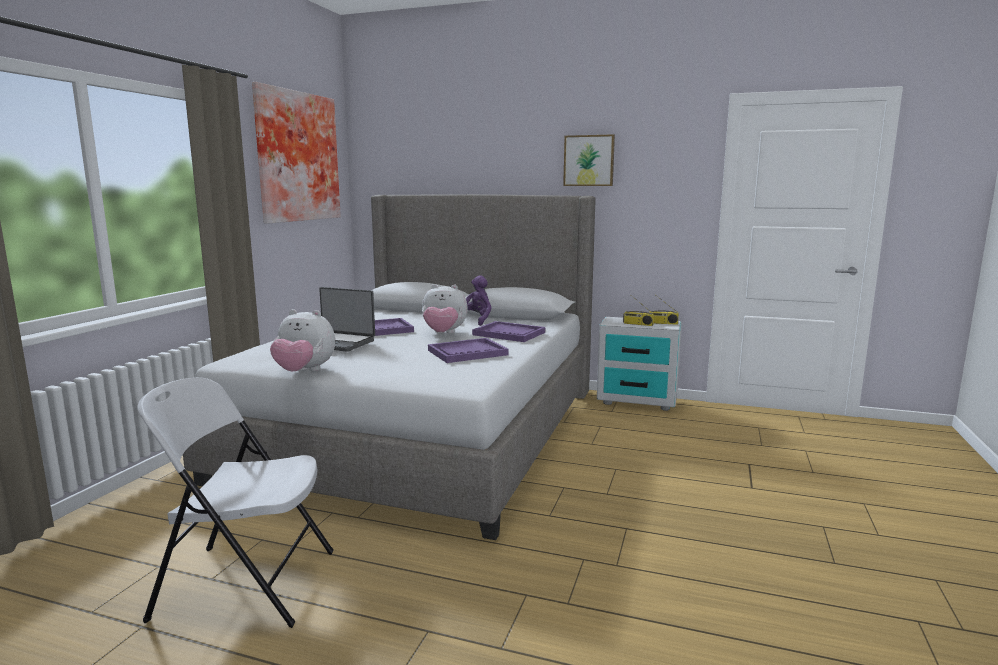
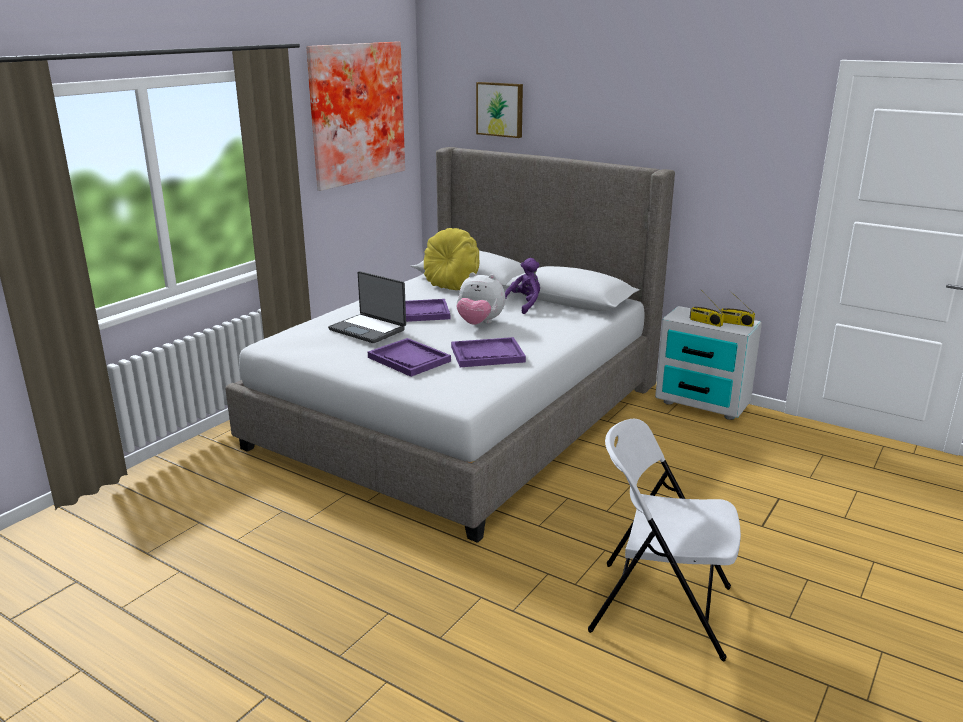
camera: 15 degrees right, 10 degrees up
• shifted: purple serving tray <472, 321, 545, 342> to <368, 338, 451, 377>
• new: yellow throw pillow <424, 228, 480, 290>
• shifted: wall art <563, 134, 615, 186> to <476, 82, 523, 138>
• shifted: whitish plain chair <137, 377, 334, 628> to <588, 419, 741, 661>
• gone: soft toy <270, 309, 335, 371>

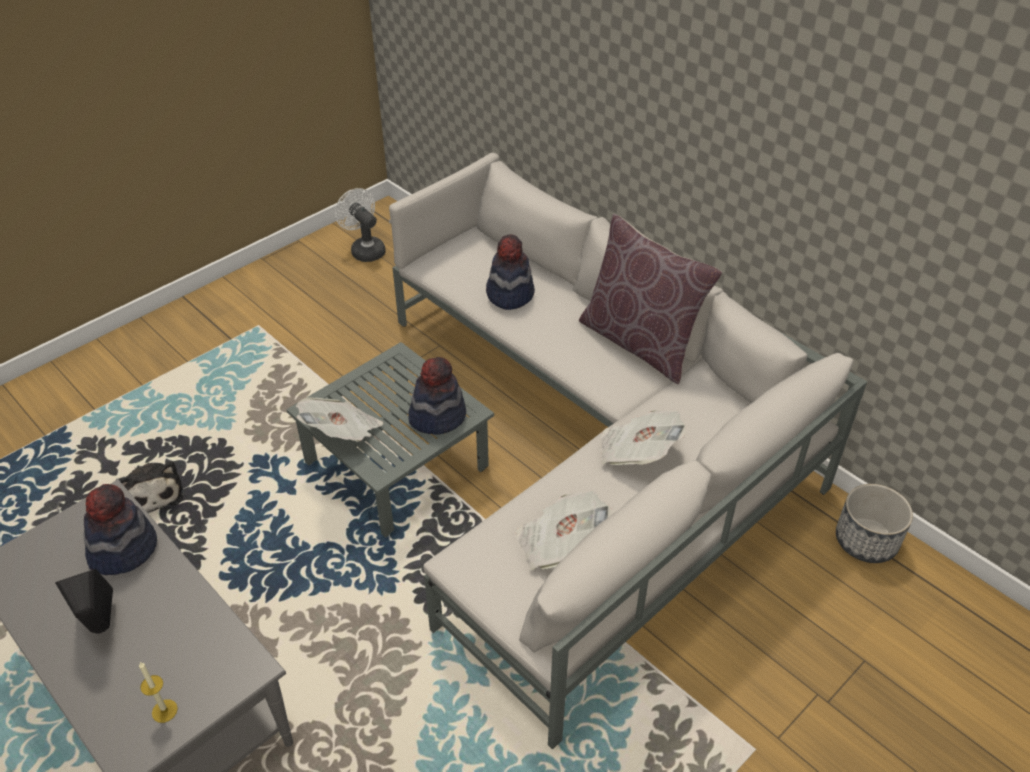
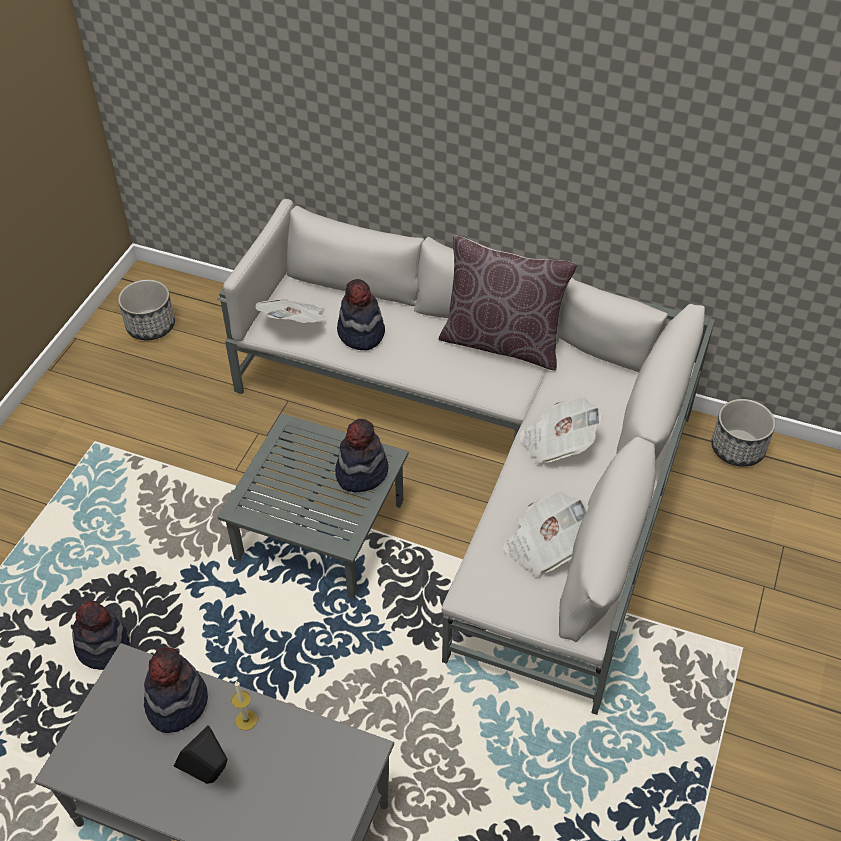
camera: 25 degrees left, 5 degrees up
• swapped: soft toy <115, 461, 184, 514> to hat <72, 601, 130, 670>
• swapped: whitish cooling fan <335, 188, 386, 262> to plant pot <118, 279, 175, 340>
• shifted: candle <139, 662, 178, 723> to <232, 681, 257, 730>
• shifted: printed paper <296, 397, 383, 442> to <256, 299, 325, 323>

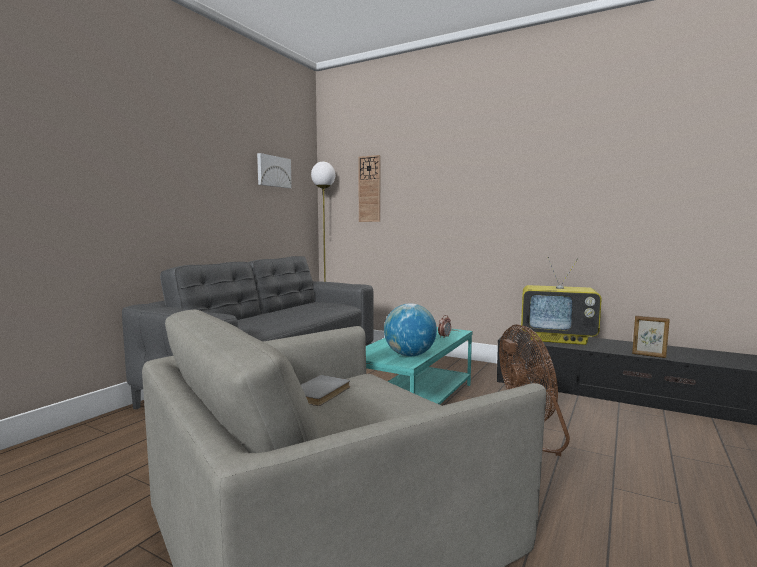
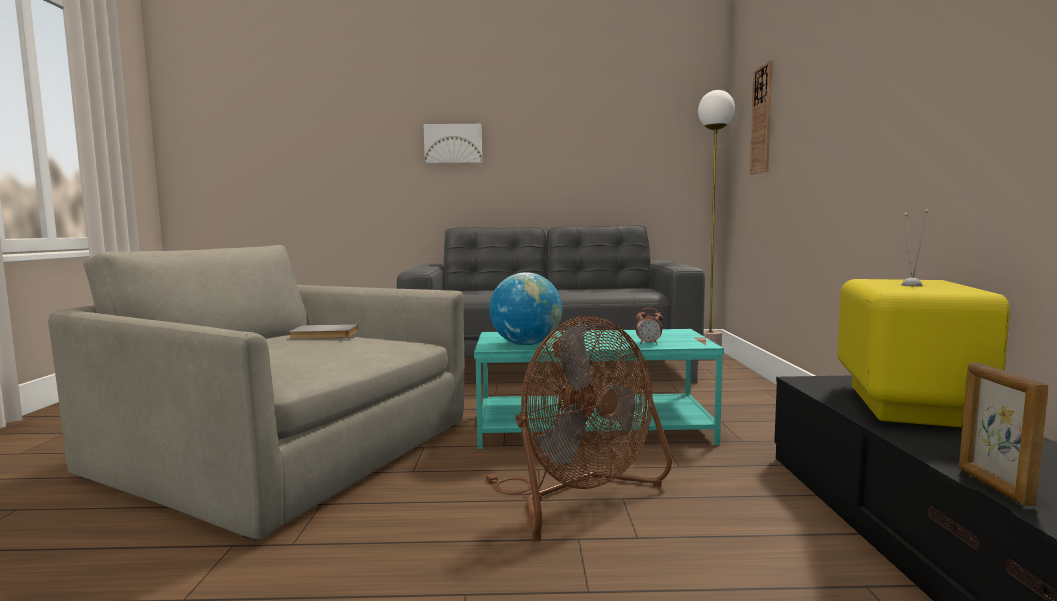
camera: 60 degrees right, 0 degrees up
• shifted: wall art <257, 153, 292, 188> to <423, 124, 482, 164>
• rotated: TV set <521, 257, 601, 345> = <837, 209, 1010, 427> 150 degrees counterclockwise

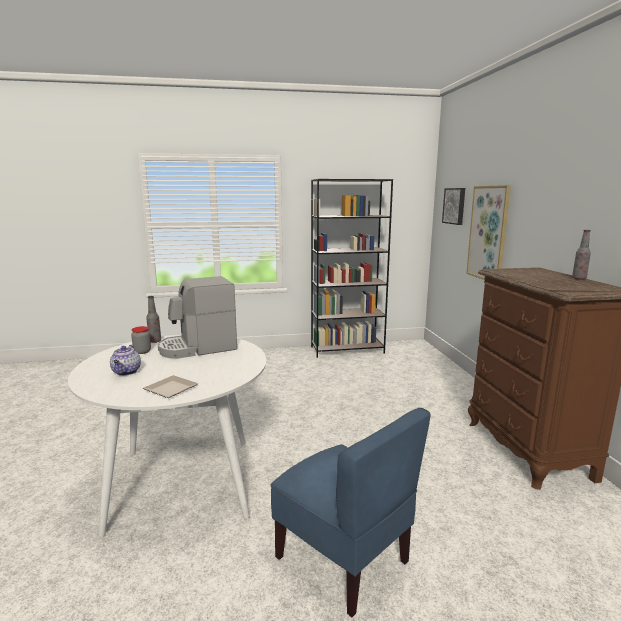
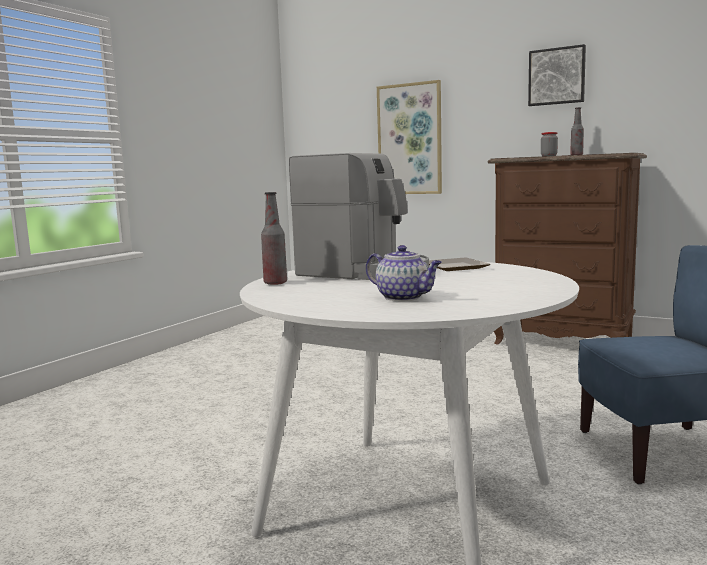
camera: 50 degrees left, 5 degrees down
• rotated: coffee maker <158, 276, 237, 359> = <289, 153, 429, 280> 75 degrees counterclockwise
• shifted: dinner plate <143, 375, 198, 398> to <429, 257, 490, 271>
• shifted: wall art <442, 188, 465, 225> to <528, 44, 586, 106>
• shifted: jar <131, 326, 151, 354> to <541, 132, 558, 156>
• gone: brownish bookcase <311, 179, 393, 358>

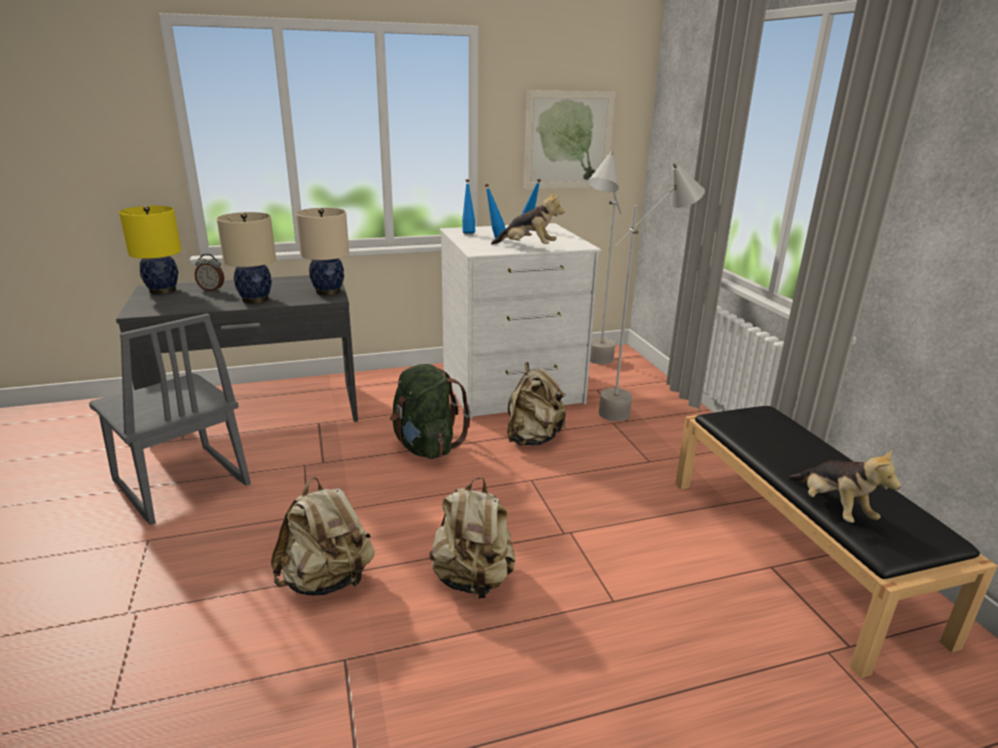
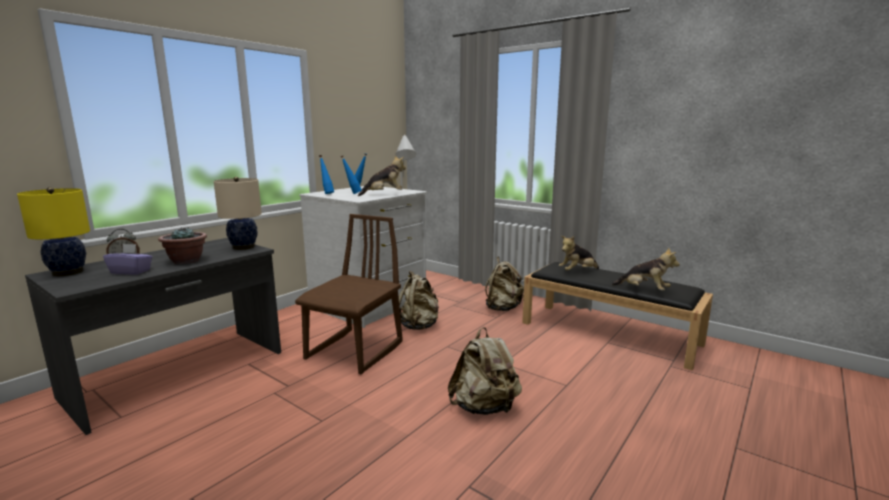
camera: 35 degrees left, 10 degrees down
• new: purple tissue holder <103, 244, 152, 275>
• swapped: beige-coloured lamp for a table <217, 212, 276, 304> to plant in a pot <158, 227, 207, 264>
• swapped: green-coloured rucksack <390, 364, 471, 459> to brownish plain chair <295, 214, 403, 375>
• shifted: beige-coloured rucksack <271, 477, 375, 596> to <485, 257, 524, 311>
• new: soft toy <559, 236, 599, 271>
• gone: greyish plain chair <89, 313, 251, 525>
• gone: wall art <524, 90, 615, 190>
• gone: greyish standard lamp <599, 163, 705, 421>

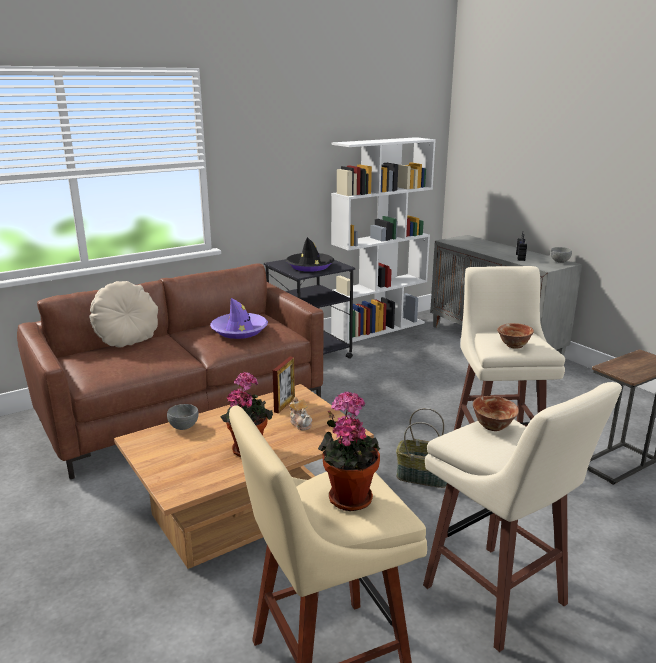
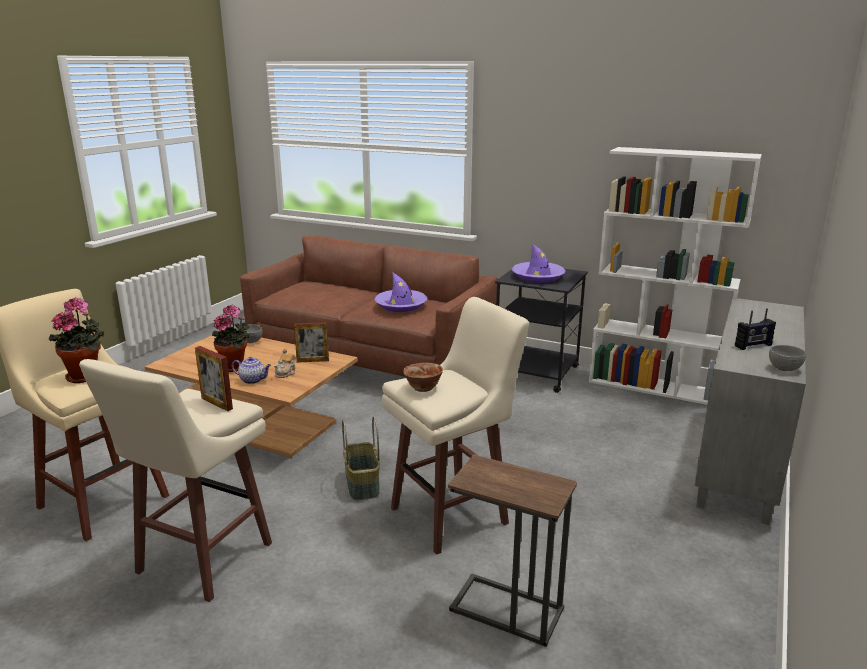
camera: 60 degrees right, 0 degrees up
• swapped: deep dish <473, 396, 519, 431> to standing frame <195, 346, 233, 411>
• new: teapot <232, 357, 271, 384>
• repainted: black hat <286, 237, 334, 272> to purple hat <512, 244, 566, 283>
• gone: beige-coloured throw pillow <89, 281, 158, 347>

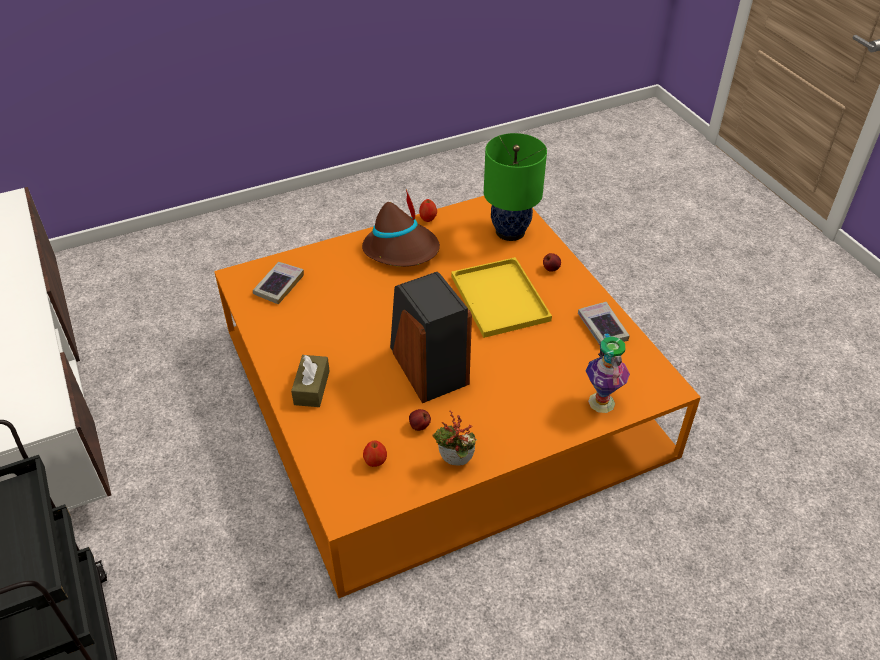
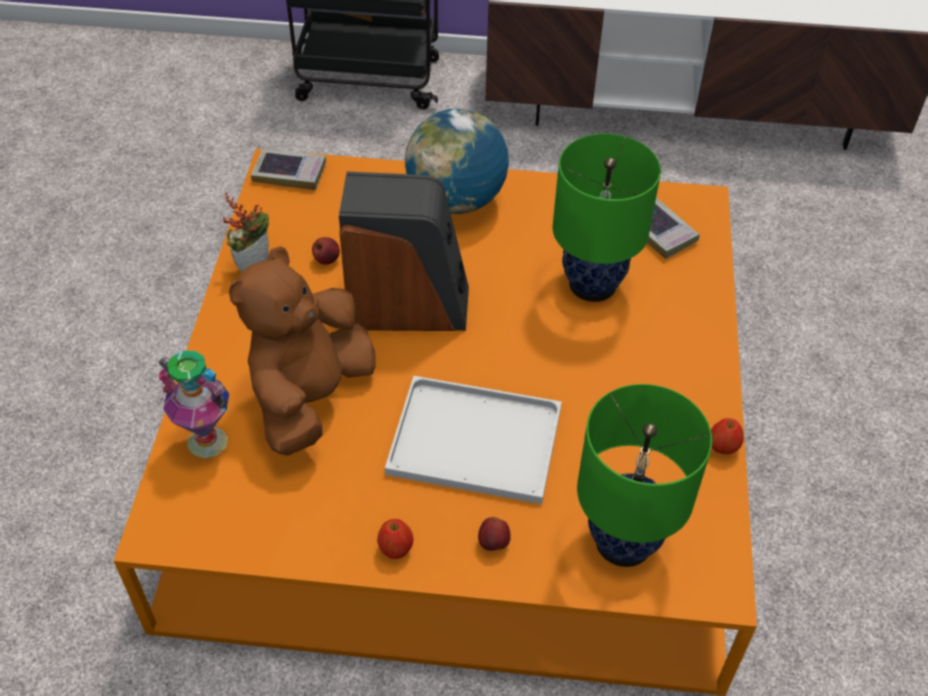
camera: 120 degrees right, 5 degrees up
• new: brownish soft toy <229, 246, 376, 456>
• shifted: bound book <578, 302, 630, 344> to <251, 148, 326, 190>
• shifted: apple fruit <363, 440, 387, 467> to <377, 519, 413, 559>
• repainted: yellow serving tray <451, 257, 552, 338> to whitish serving tray <385, 376, 562, 504>
• swapped: brownish tissue holder <291, 355, 330, 407> to globe <405, 109, 509, 214>
• new: green-coloured lamp for a table <553, 134, 661, 302>
• gone: brownish hat <362, 189, 440, 267>

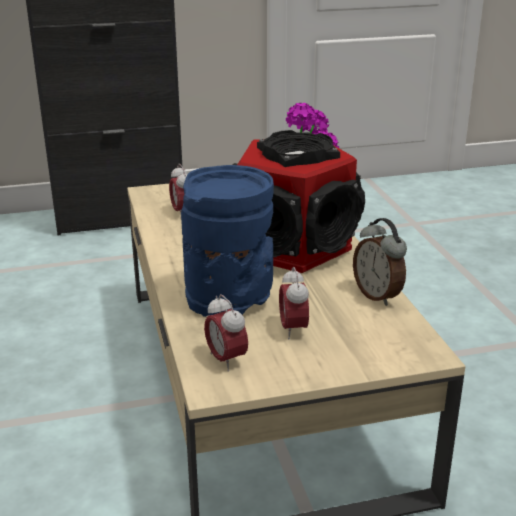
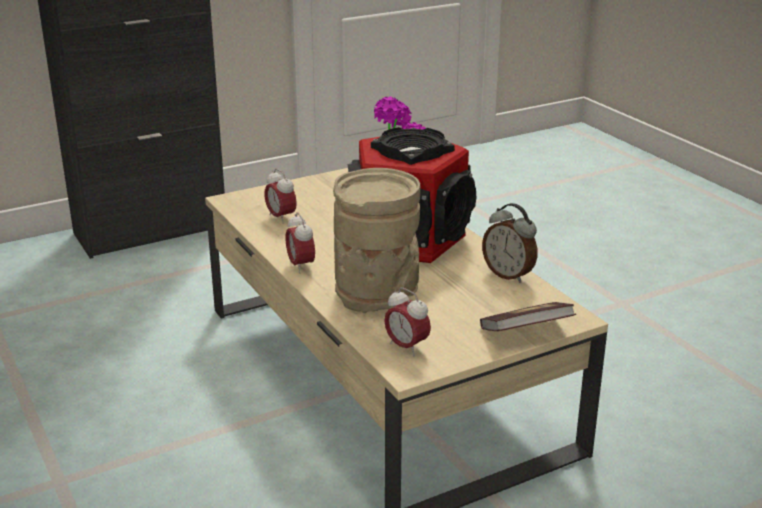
camera: 15 degrees left, 0 degrees up
• shifted: alarm clock <279, 267, 309, 339> to <285, 212, 315, 274>
• repainted: bluish flower vase <181, 165, 274, 317> to beige-coloured flower vase <333, 168, 420, 313>
• new: bound book <480, 302, 576, 331>

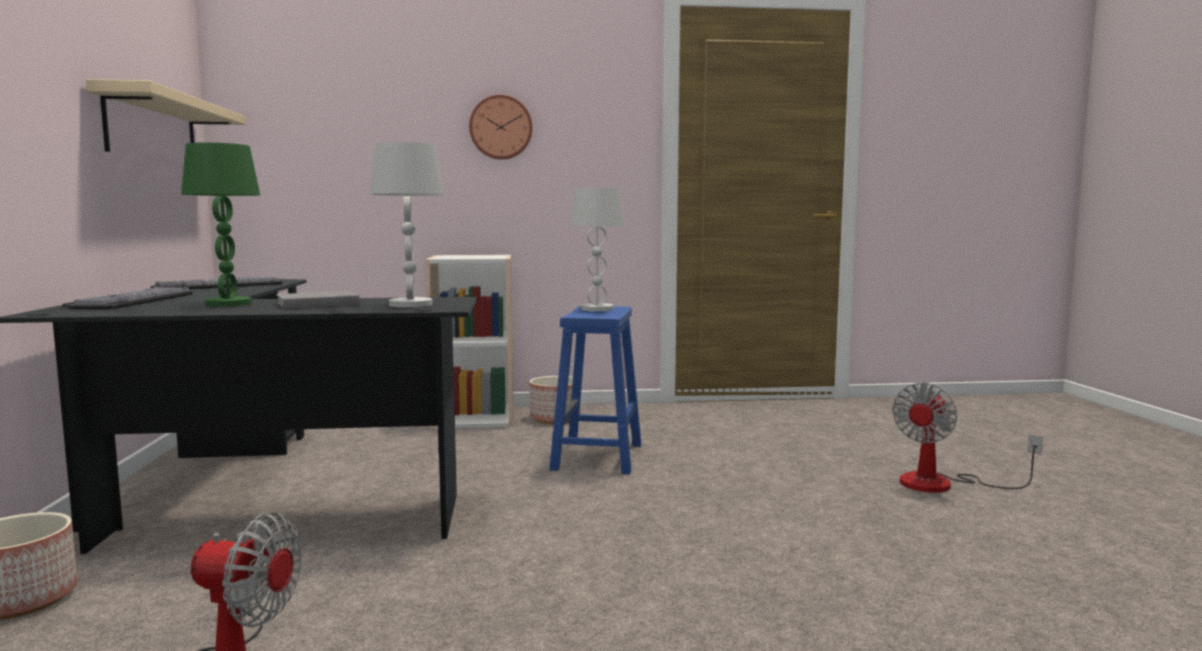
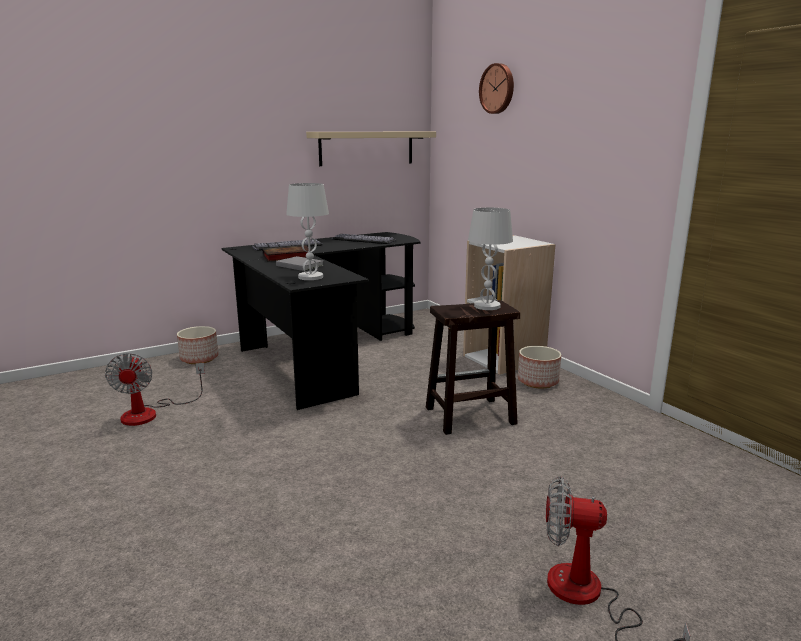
camera: 65 degrees right, 10 degrees up
• swapped: green-coloured lamp for a table <181, 143, 260, 307> to bound book <263, 245, 308, 262>
• repainted: bluish stool seat <549, 306, 641, 474> to brownish stool seat <426, 300, 520, 435>
• shifted: wall clock <469, 95, 532, 160> to <479, 63, 514, 114>

